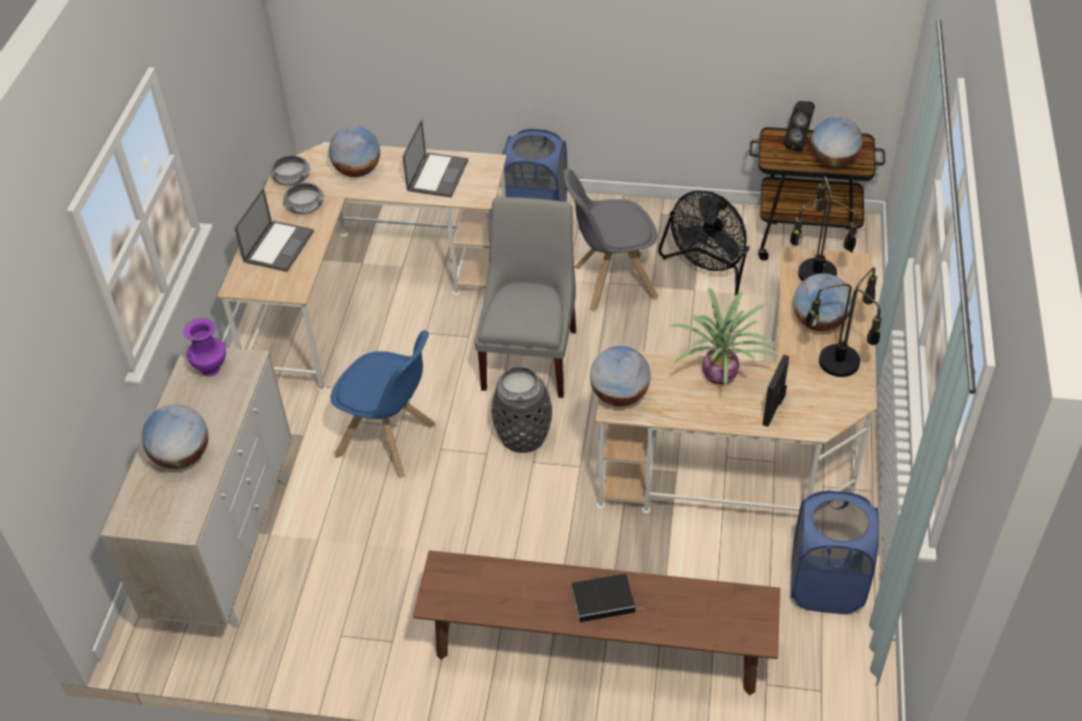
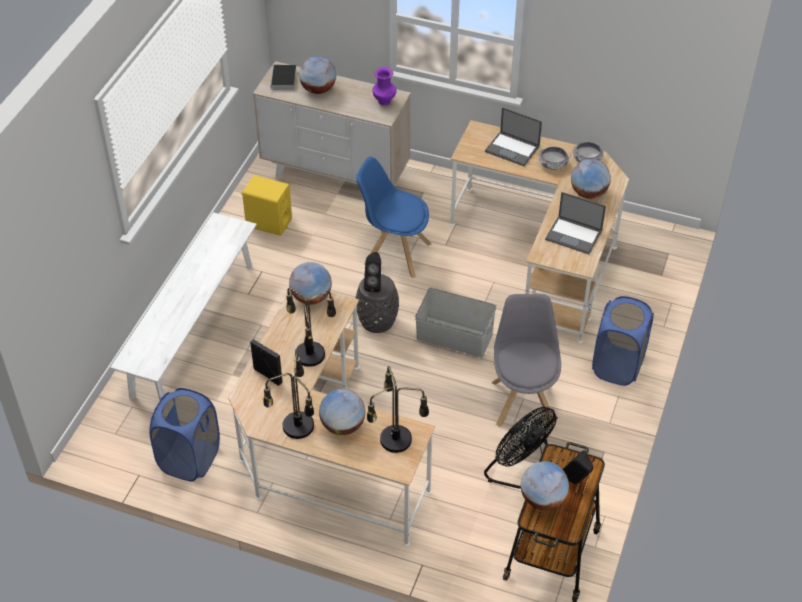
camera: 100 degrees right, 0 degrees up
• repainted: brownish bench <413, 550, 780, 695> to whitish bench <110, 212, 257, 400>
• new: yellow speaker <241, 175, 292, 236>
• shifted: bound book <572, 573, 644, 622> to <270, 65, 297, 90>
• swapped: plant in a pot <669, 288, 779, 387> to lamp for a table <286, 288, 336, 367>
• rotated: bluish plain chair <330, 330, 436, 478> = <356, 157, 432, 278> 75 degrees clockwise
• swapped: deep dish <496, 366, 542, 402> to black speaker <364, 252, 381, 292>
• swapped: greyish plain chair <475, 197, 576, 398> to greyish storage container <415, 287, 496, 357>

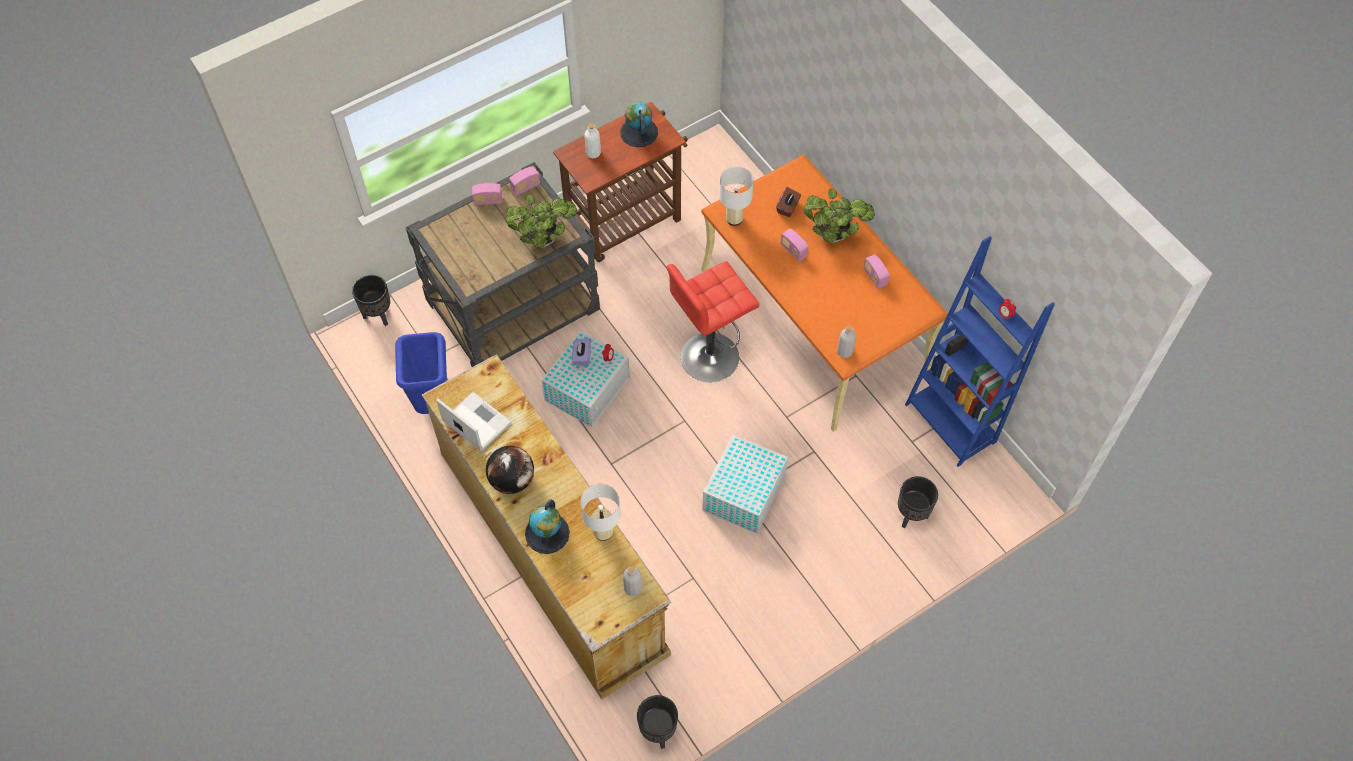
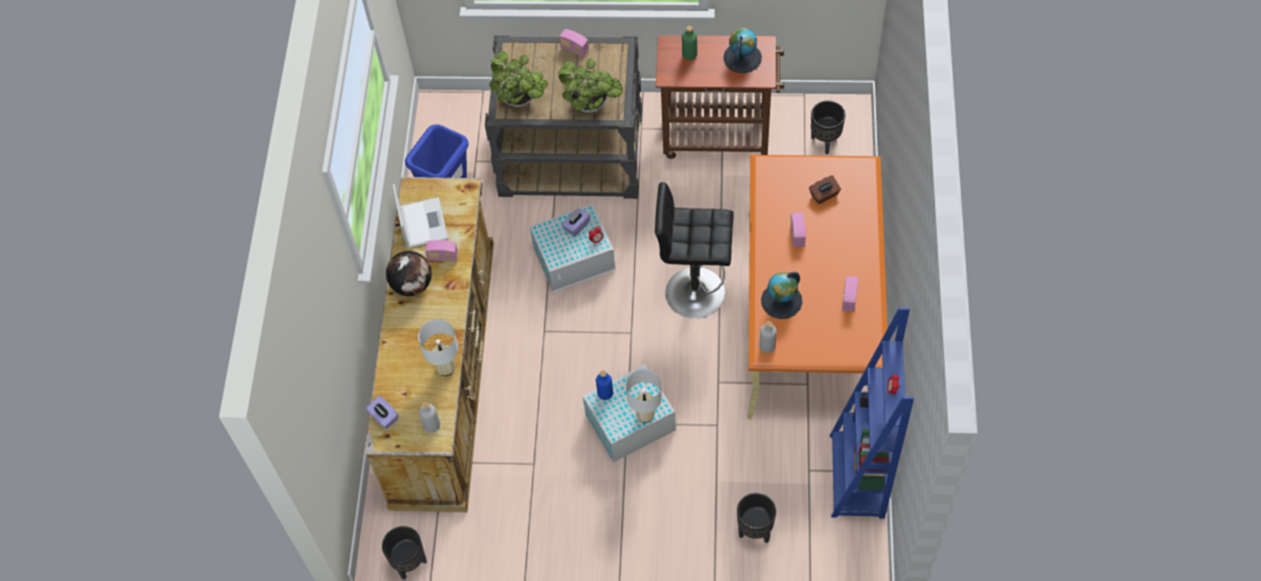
camera: 40 degrees right, 0 degrees up
• new: purple tissue holder <366, 395, 398, 429>
• shifted: radio <509, 166, 540, 196> to <425, 240, 458, 261>
• shifted: plant in a pot <804, 189, 875, 242> to <489, 51, 548, 107>
• new: bluish beverage bottle <596, 370, 613, 400>
• shifted: whitish lamp for a table <719, 167, 754, 226> to <626, 369, 662, 423>
• repainted: reddish stool seat <666, 261, 759, 382> to black stool seat <655, 182, 733, 319>
• repainted: whitish beverage bottle <584, 123, 601, 159> to green-coloured beverage bottle <682, 26, 697, 60>
• shifted: globe <525, 499, 570, 554> to <761, 271, 803, 319>
• shifted: black plant pot <352, 275, 390, 326> to <811, 101, 845, 154>

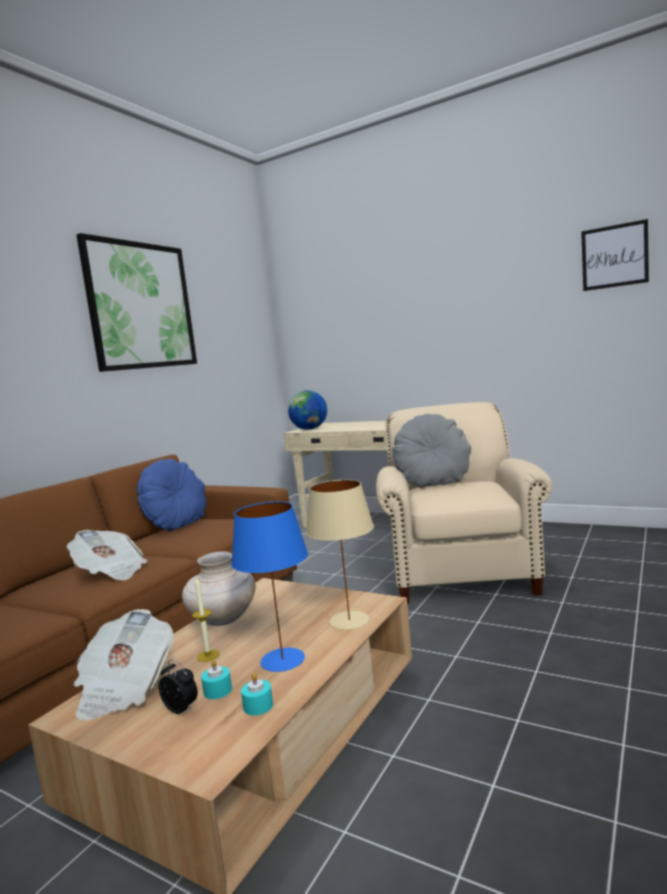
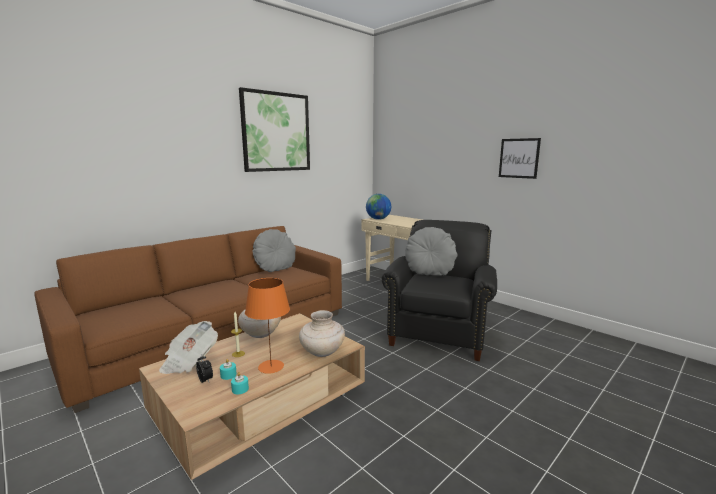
camera: 15 degrees right, 5 degrees up
• repainted: bluish lamp for a table <231, 502, 308, 672> to orangey lamp for a table <245, 278, 290, 374>
• repainted: bluish throw pillow <137, 459, 206, 531> to greyish throw pillow <252, 229, 296, 272>
• swapped: beige-coloured lamp for a table <306, 480, 374, 630> to beige-coloured flower vase <299, 310, 345, 357>
• repainted: beige-coloured armchair <376, 402, 552, 604> to black armchair <382, 220, 497, 361>
• shifted: wall art <581, 219, 649, 291> to <499, 138, 541, 179>
• gone: printed paper <67, 530, 147, 580>

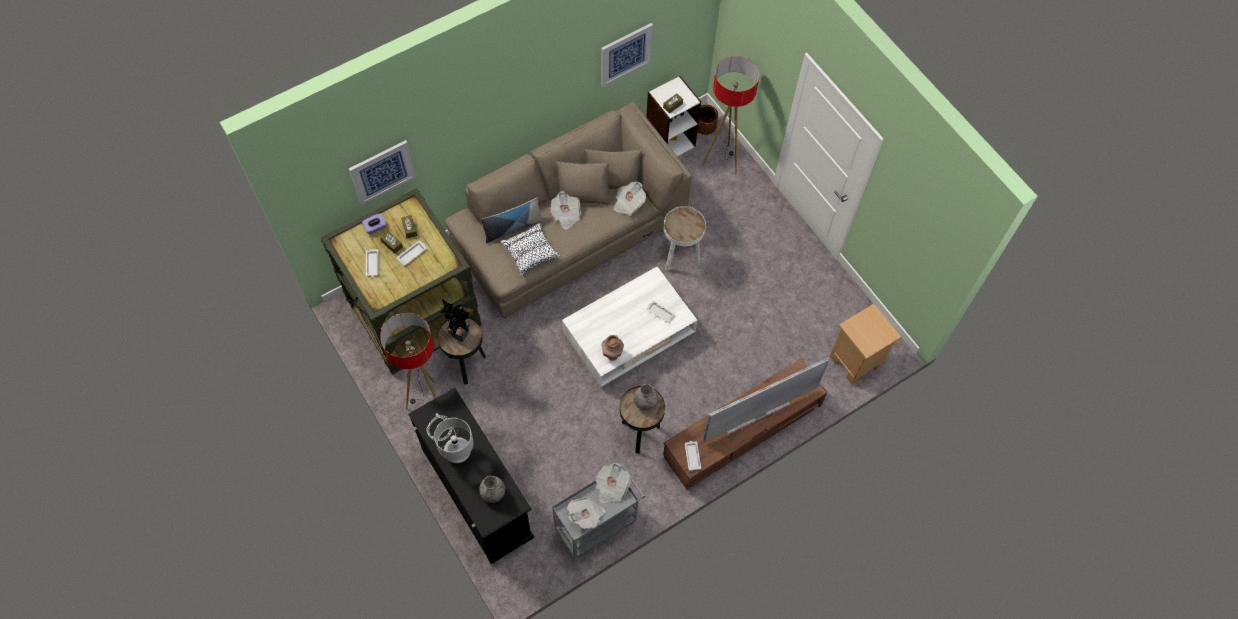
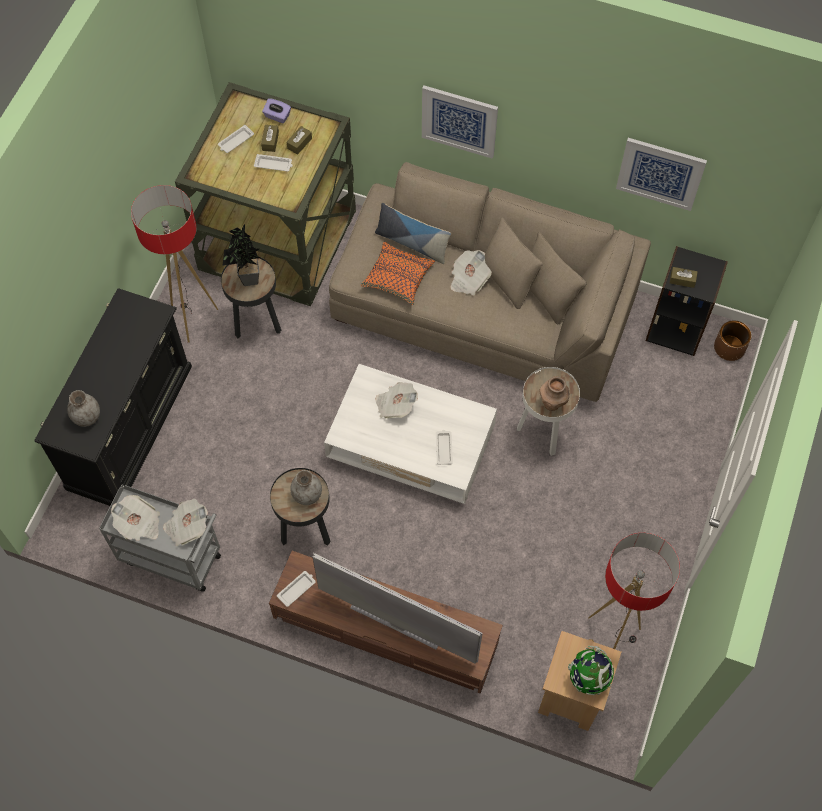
camera: 55 degrees right, 0 degrees up
• repainted: whitish throw pillow <500, 223, 560, 276> to orangey throw pillow <361, 242, 435, 305>
• shifted: printed paper <614, 182, 646, 216> to <375, 382, 418, 419>
• shifted: wall art <349, 140, 416, 205> to <422, 85, 498, 159>
• shifted: brownish flower vase <602, 335, 624, 360> to <539, 376, 569, 411>
• new: globe <568, 646, 614, 695>
• shifted: standard lamp <703, 56, 760, 175> to <588, 533, 680, 649>
• repainted: whitish bookcase <646, 76, 701, 157> to black bookcase <646, 246, 728, 356>
• gone: whitish lamp for a table <427, 413, 474, 463>

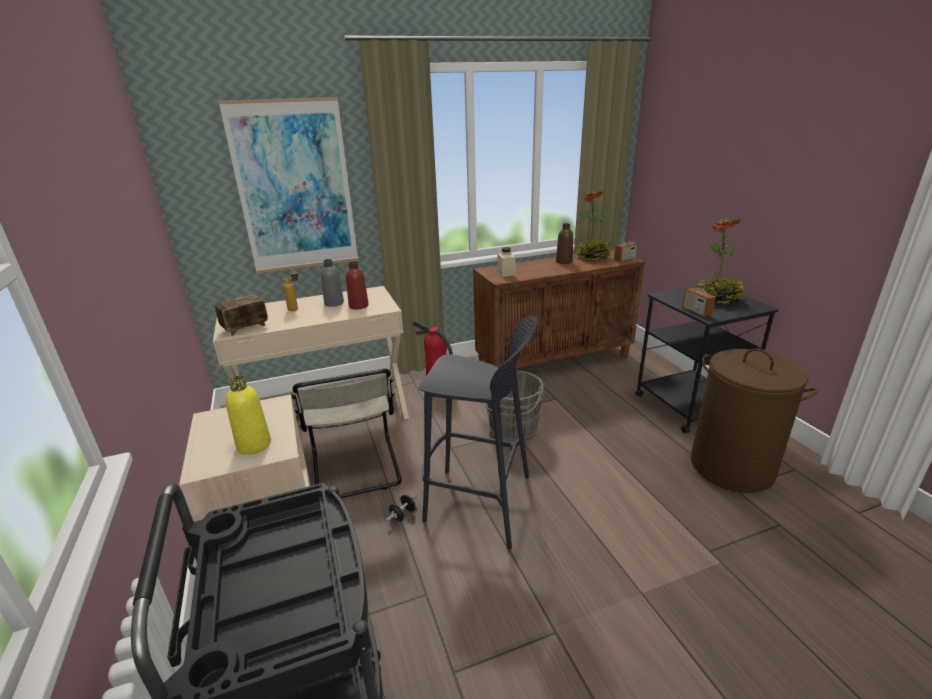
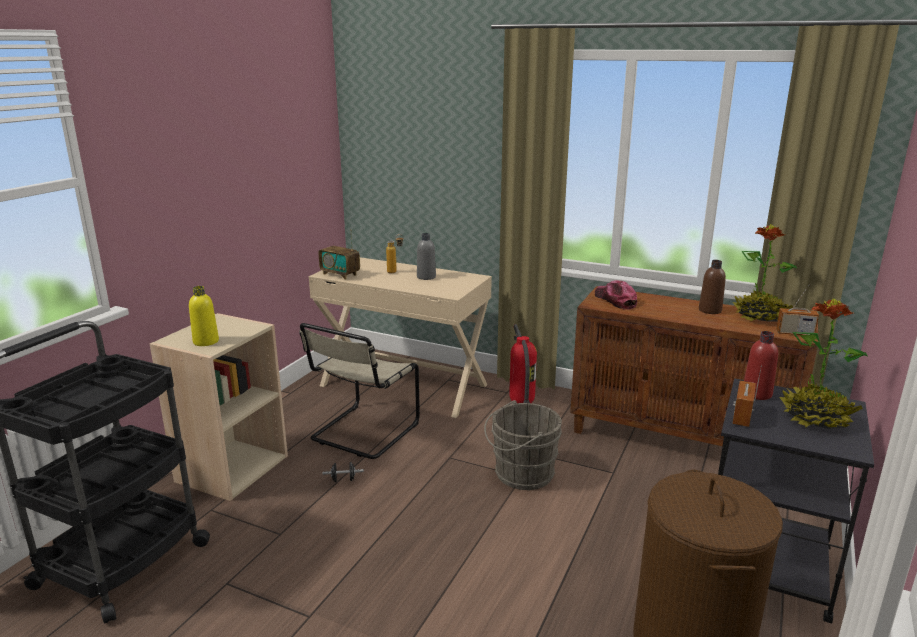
camera: 45 degrees right, 5 degrees down
• rotated: radio <215, 283, 268, 336> = <318, 230, 360, 279> 150 degrees counterclockwise
• swapped: beige-coloured jar <497, 247, 516, 277> to peaked cap <595, 281, 637, 310>
• shifted: reddish beverage bottle <346, 261, 369, 309> to <744, 331, 778, 400>
• gone: wall art <218, 97, 358, 273>
• gone: greyish stool seat <418, 316, 538, 549>

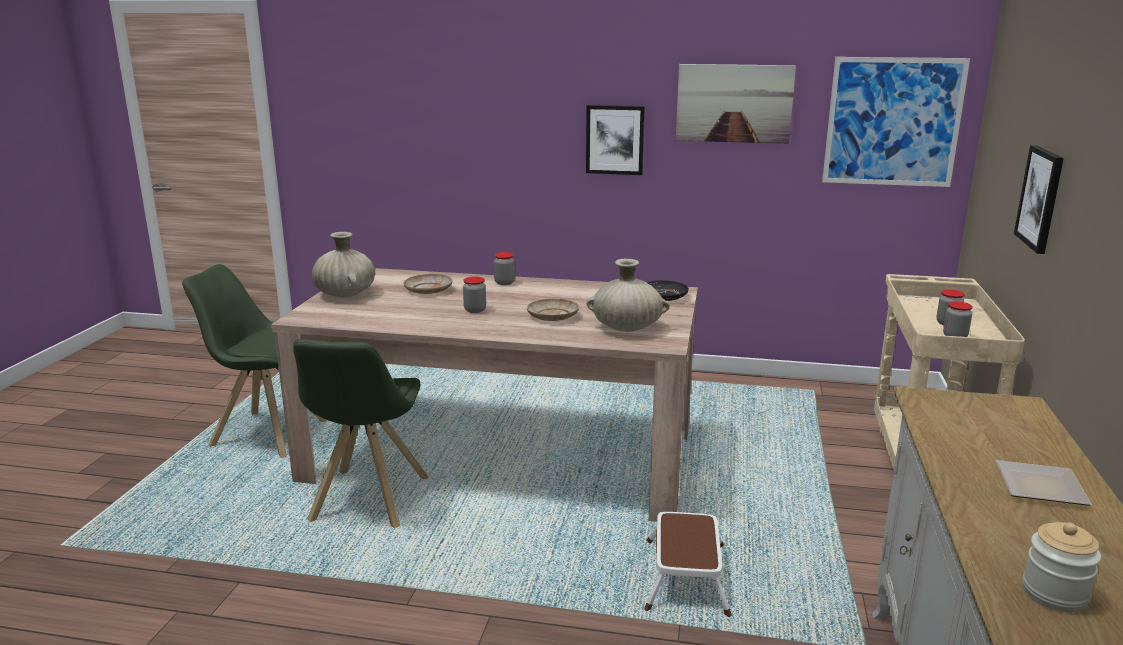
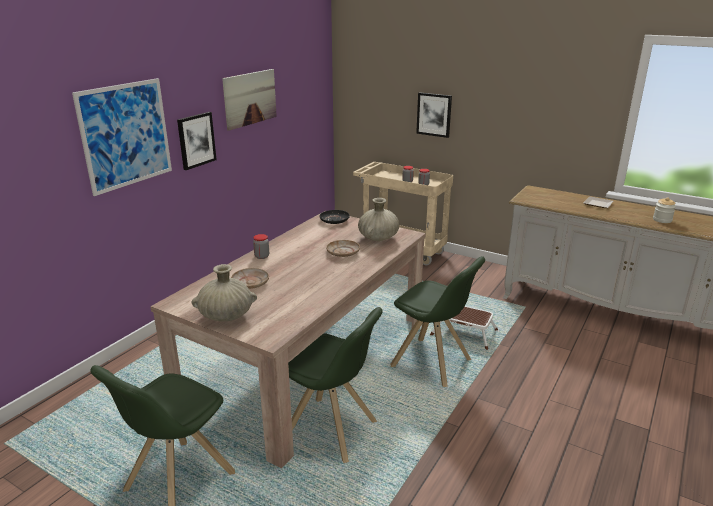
camera: 70 degrees left, 5 degrees up
• shifted: wall art <822, 57, 970, 187> to <72, 78, 172, 196>
• new: green-coloured plain chair <390, 256, 485, 387>
• gone: jar <463, 276, 486, 313>

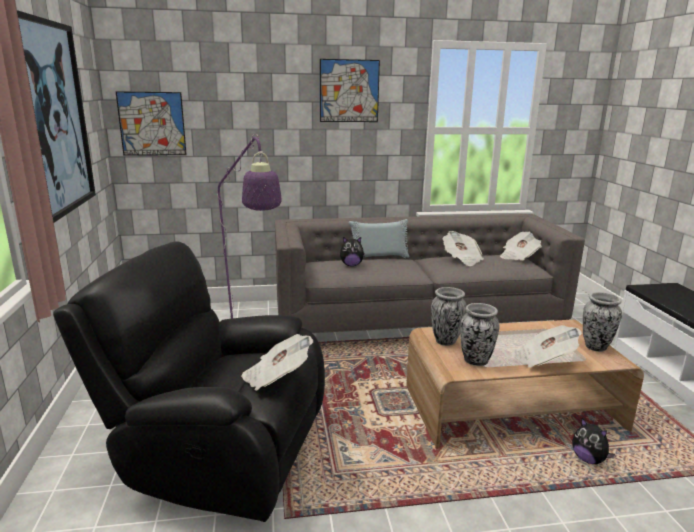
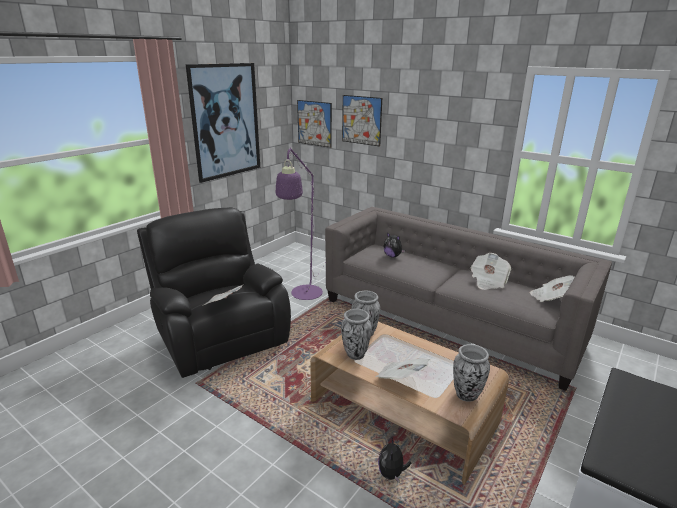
camera: 45 degrees right, 5 degrees up
• shifted: wall art <320, 59, 380, 122> to <342, 95, 382, 147>
• gone: bluish throw pillow <349, 219, 409, 258>

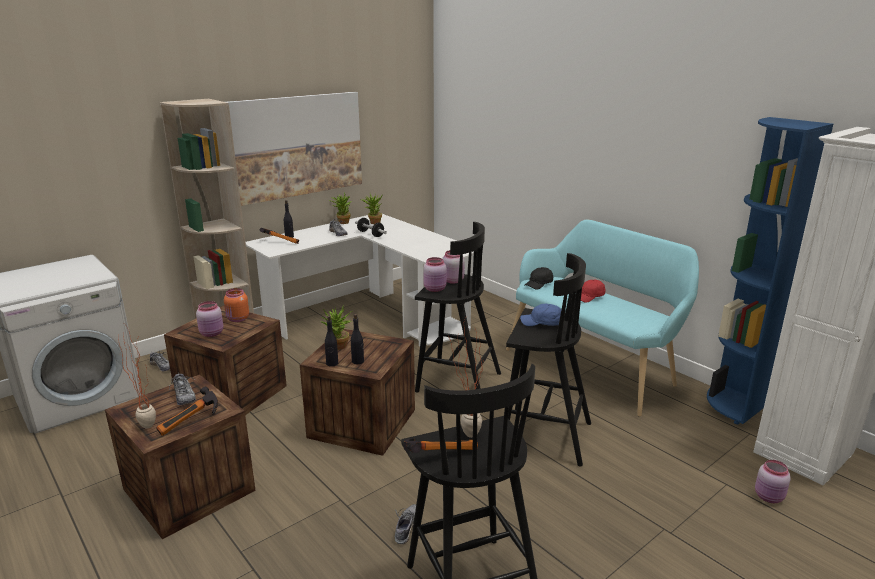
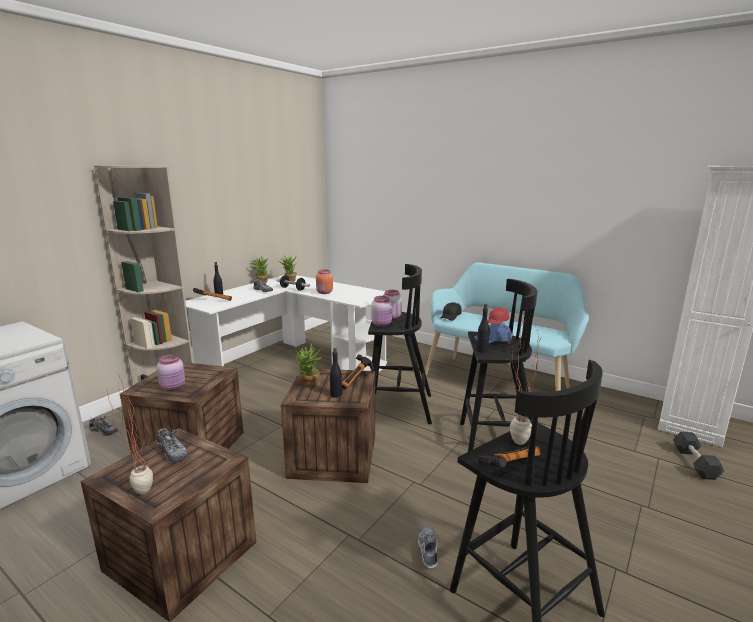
camera: 15 degrees left, 5 degrees down
• shifted: orangey jar <224, 288, 249, 322> to <316, 270, 333, 294>
• shifted: hand hammer <156, 386, 218, 436> to <342, 354, 374, 390>
• shifted: black beverage bottle <325, 316, 338, 367> to <477, 304, 490, 353>
• swapped: pink-coloured jar <755, 460, 791, 503> to black dumbbell <673, 432, 724, 480>
• gone: wall art <227, 92, 362, 206>
• gone: bluish bookcase <707, 117, 833, 424>

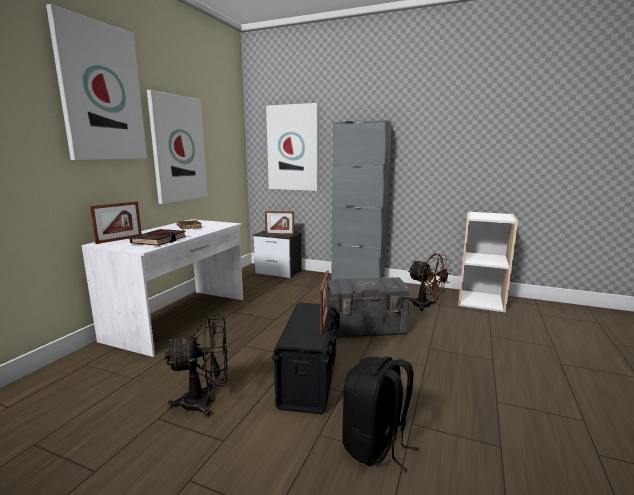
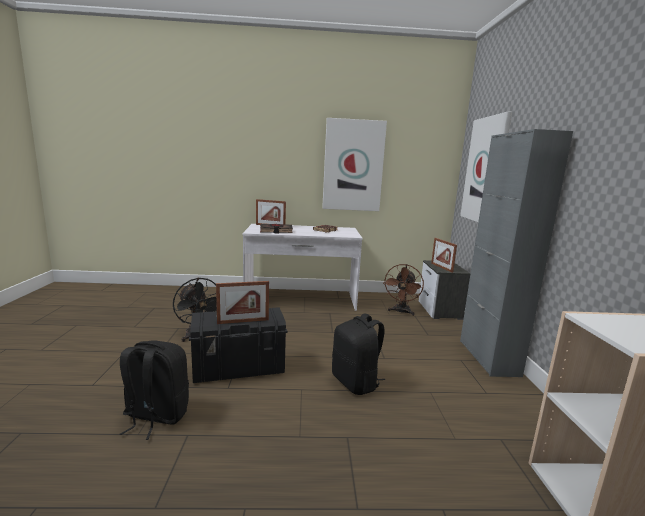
camera: 65 degrees right, 0 degrees up
• swapped: greyish storage container <328, 277, 411, 338> to black rucksack <332, 314, 385, 395>
• shifted: brownish cooling fan <408, 253, 452, 311> to <383, 264, 424, 316>
• gone: wall art <46, 4, 147, 160>

